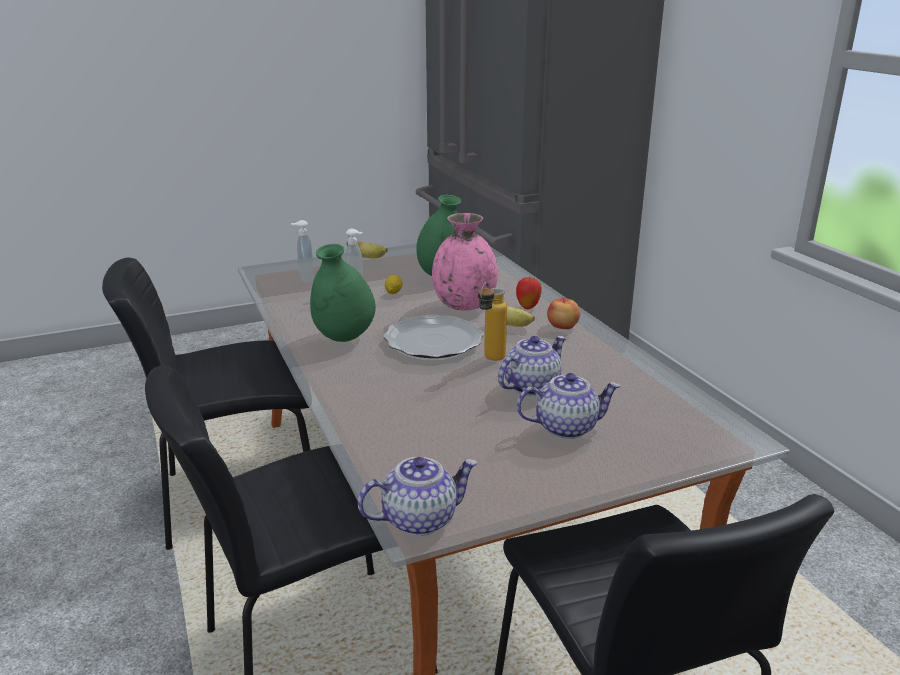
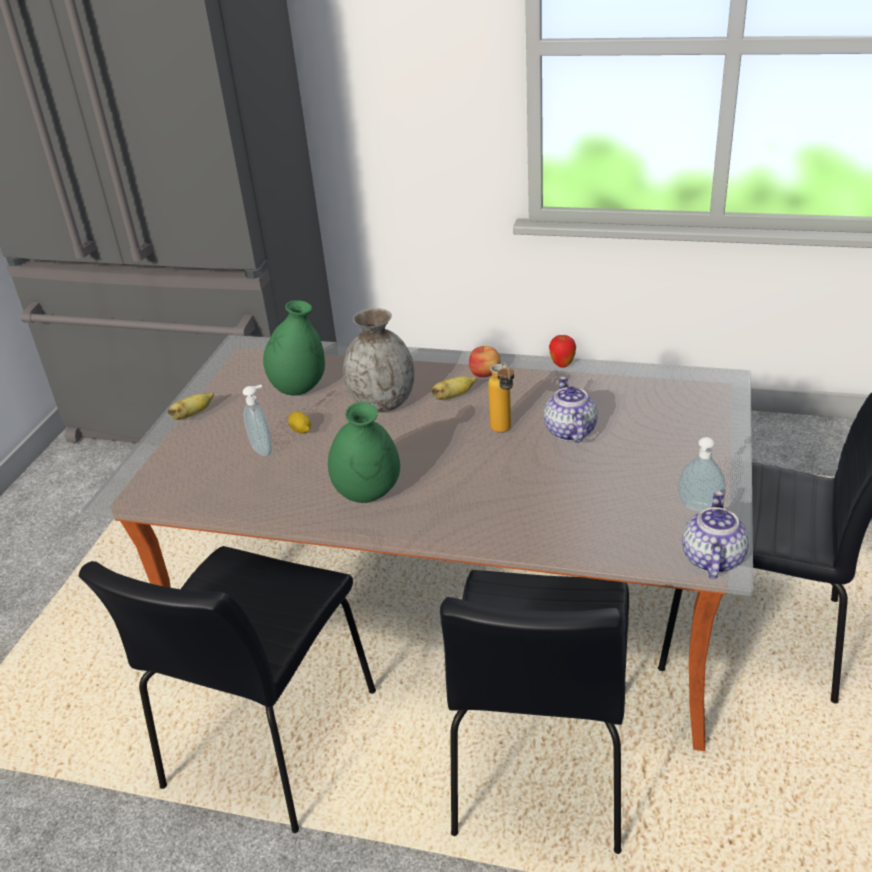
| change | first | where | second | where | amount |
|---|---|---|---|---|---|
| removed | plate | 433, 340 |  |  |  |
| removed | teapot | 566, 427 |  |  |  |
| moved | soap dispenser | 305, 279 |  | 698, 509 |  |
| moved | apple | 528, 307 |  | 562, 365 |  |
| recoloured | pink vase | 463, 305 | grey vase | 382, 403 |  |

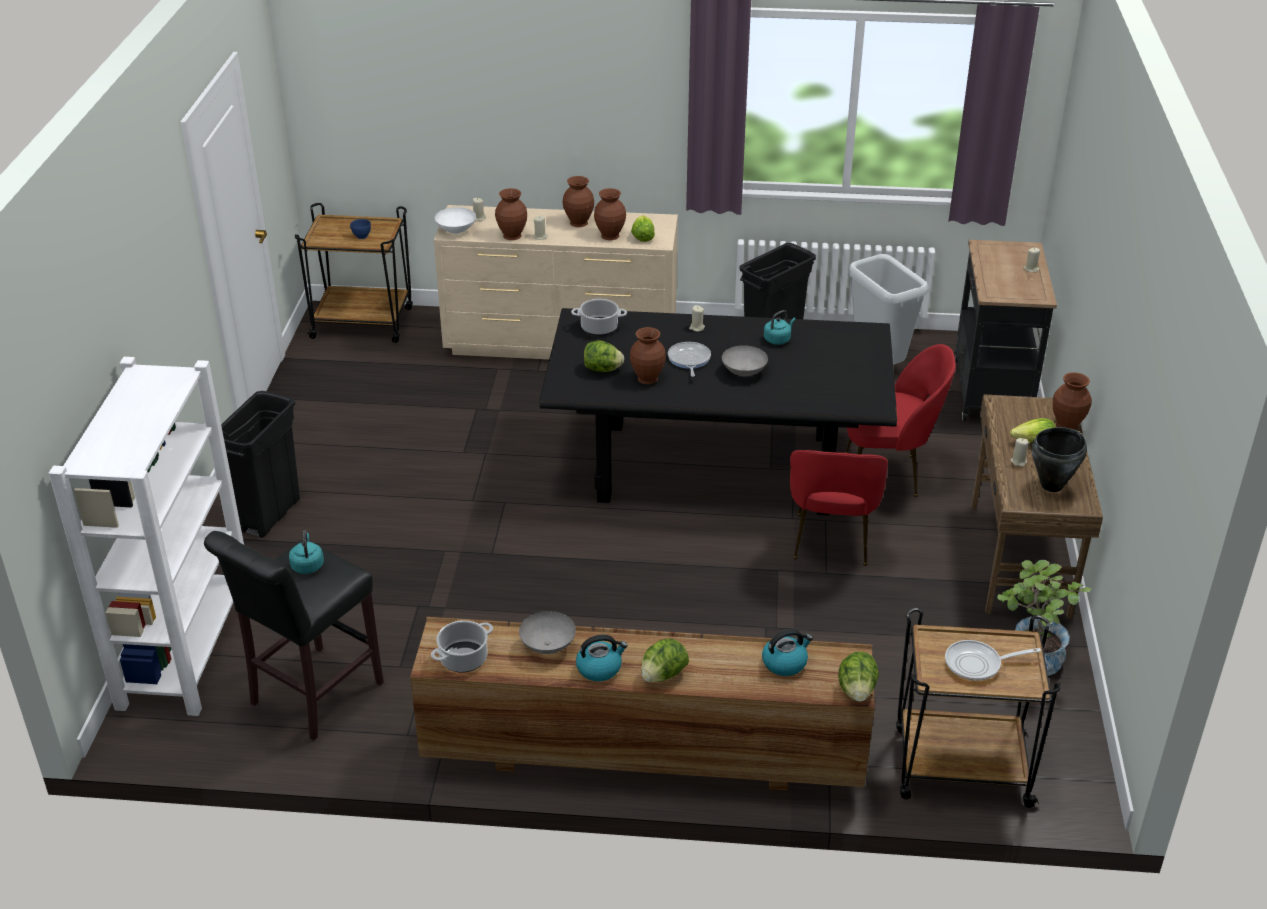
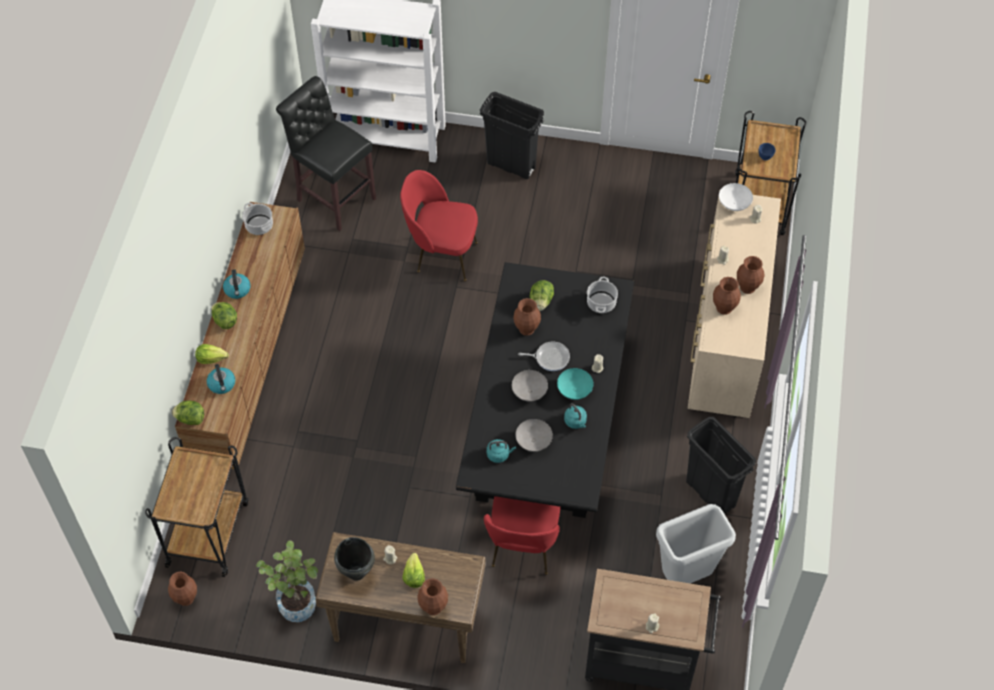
| change | first | where | second | where | amount |
|---|---|---|---|---|---|
| removed | frying pan | 977, 664 |  |  |  |
| added |  |  | turquoise bowl | 575, 391 |  |
| moved | turquoise kettle | 307, 565 |  | 499, 454 |  |
| moved | brown vase | 512, 235 |  | 186, 598 |  |
| moved | grey bowl | 548, 646 |  | 533, 442 |  |
| moved | lettuce | 642, 236 |  | 211, 358 |  |
| moved | red chair | 830, 545 |  | 441, 256 |  |

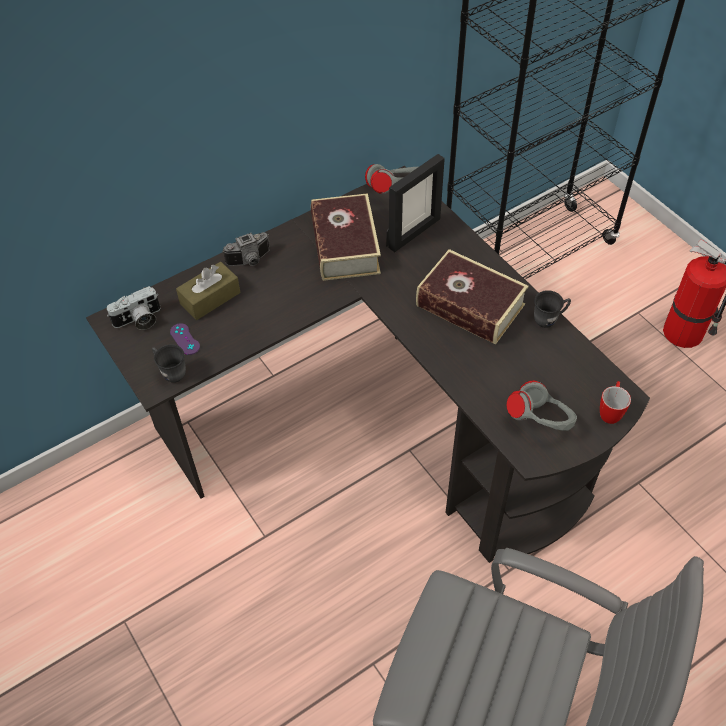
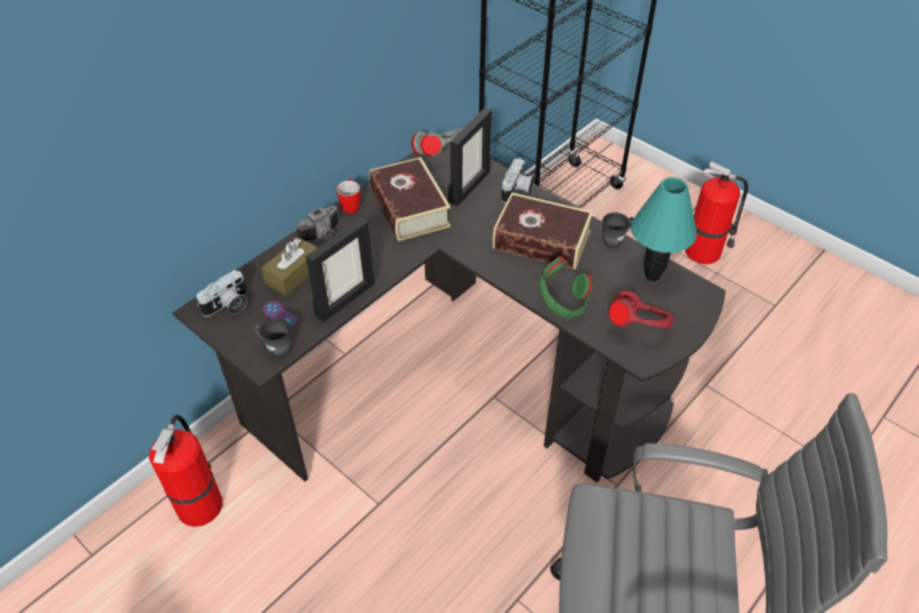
| change | first | where | second | where | amount |
|---|---|---|---|---|---|
| added |  |  | fire extinguisher | 200, 503 |  |
| added |  |  | picture frame | 345, 299 |  |
| added |  |  | photo camera | 517, 191 |  |
| added |  |  | green headphones | 562, 304 |  |
| added |  |  | turquoise table lamp | 653, 276 |  |
| moved | mug | 610, 411 |  | 351, 205 |  |
| recoloured | grey headphones | 540, 422 | red headphones | 638, 328 |  |

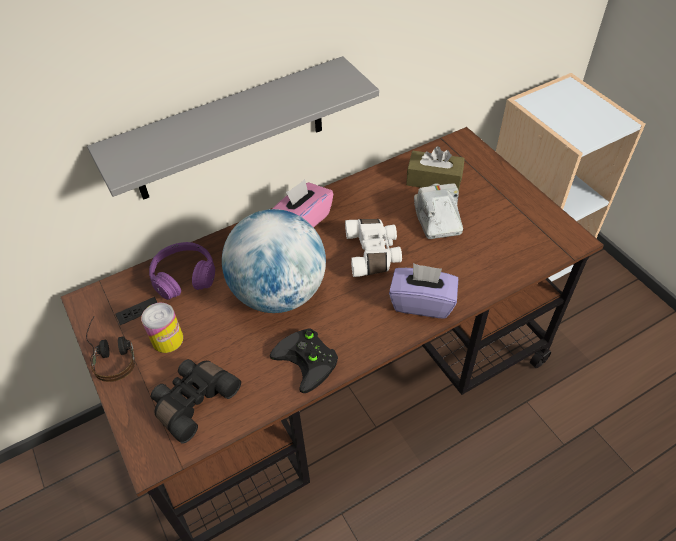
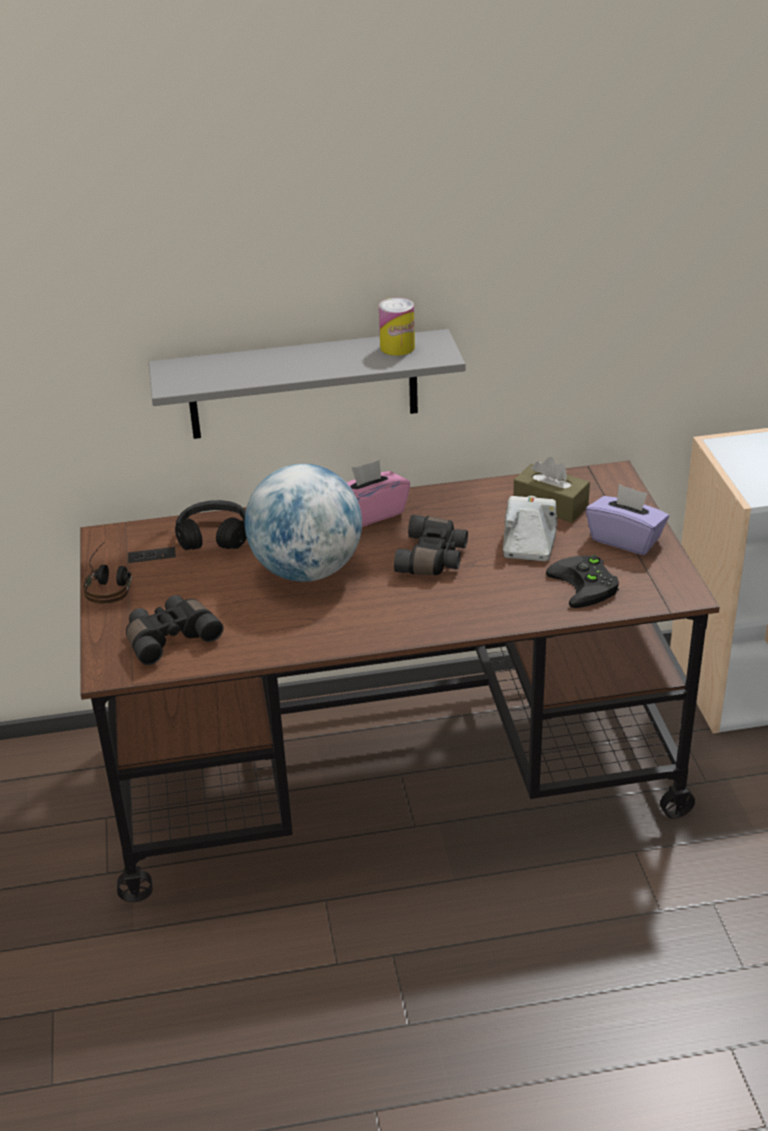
| change | first | where | second | where | amount |
|---|---|---|---|---|---|
| moved | can | 167, 339 |  | 397, 347 |  |
| moved | black game controller | 309, 361 |  | 587, 586 |  |
| moved | purple tissue box | 422, 302 |  | 625, 539 |  |
| recoloured | purple headphones | 184, 276 | black headphones | 214, 536 |  |
| recoloured | white binoculars | 374, 253 | black binoculars | 433, 558 |  |

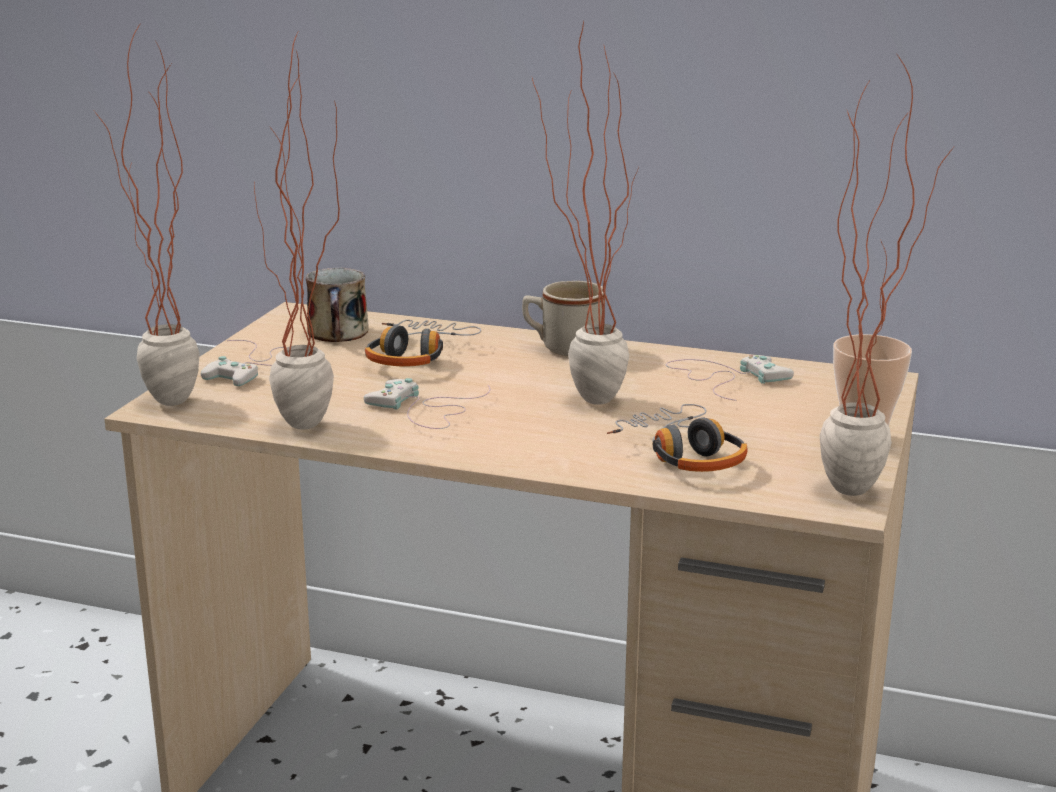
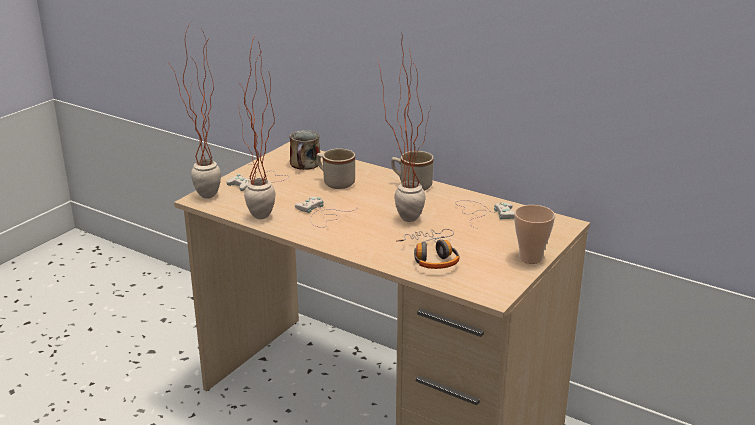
| change | first | where | second | where | amount |
|---|---|---|---|---|---|
| removed | potted plant | 865, 484 |  |  |  |
| replaced | headphones | 416, 356 | beige mug | 335, 182 |  |

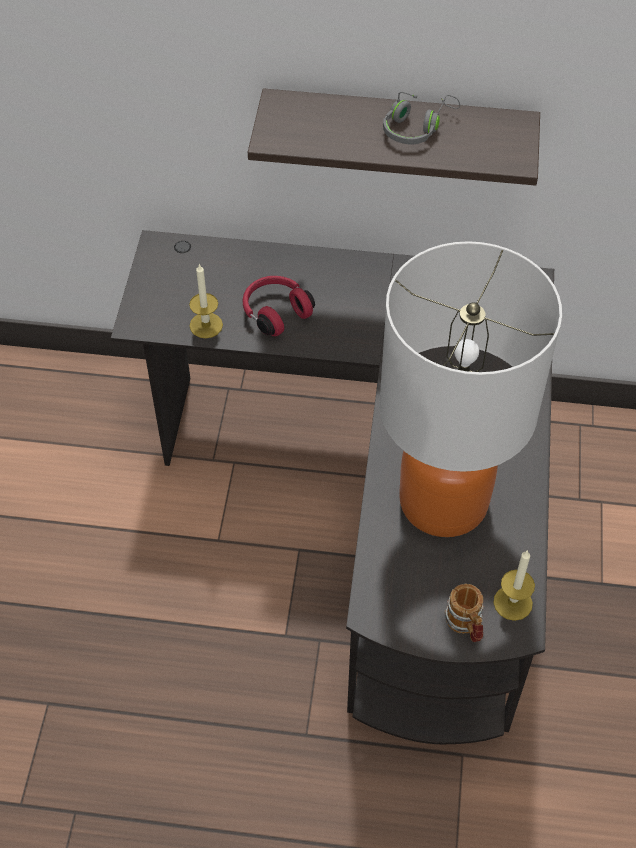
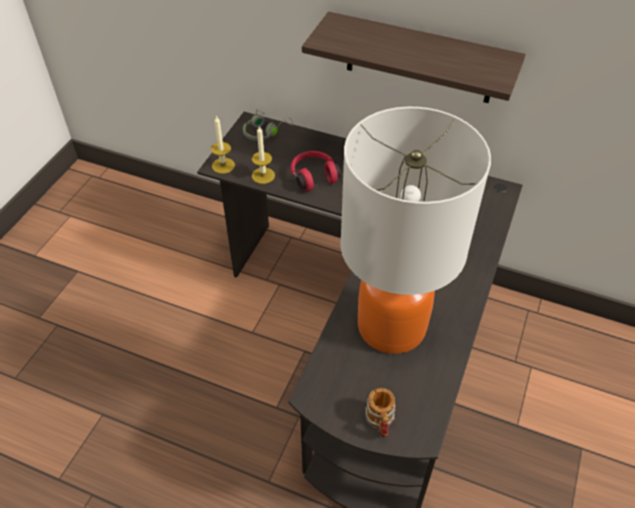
| change | first | where | second | where | amount |
|---|---|---|---|---|---|
| moved | grey headphones | 417, 127 |  | 265, 132 |  |
| moved | candle | 512, 603 |  | 223, 165 |  |

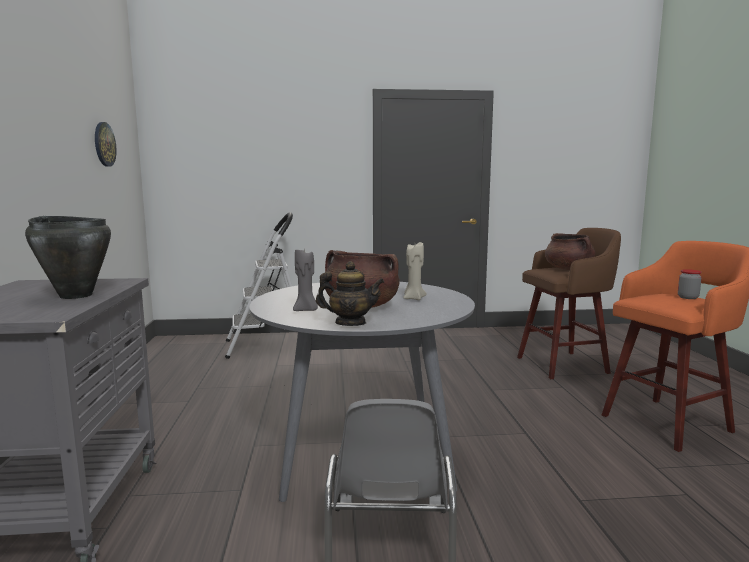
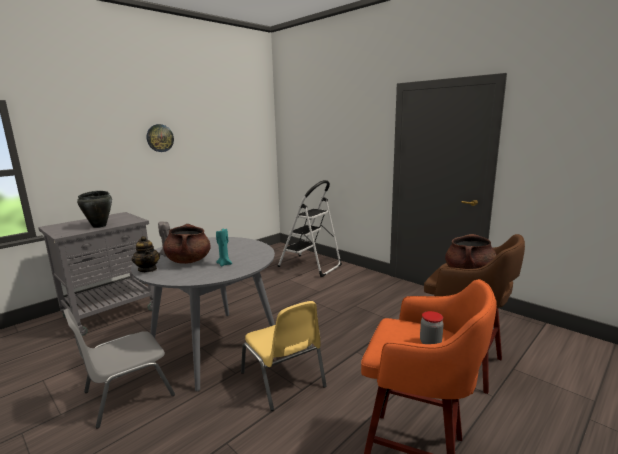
| change | first | where | second | where | amount |
|---|---|---|---|---|---|
| added |  |  | yellow chair | 283, 380 |  |
| moved | wall clock | 104, 144 |  | 160, 138 |  |
| recoloured | beige candle | 413, 298 | turquoise candle | 224, 264 |  |

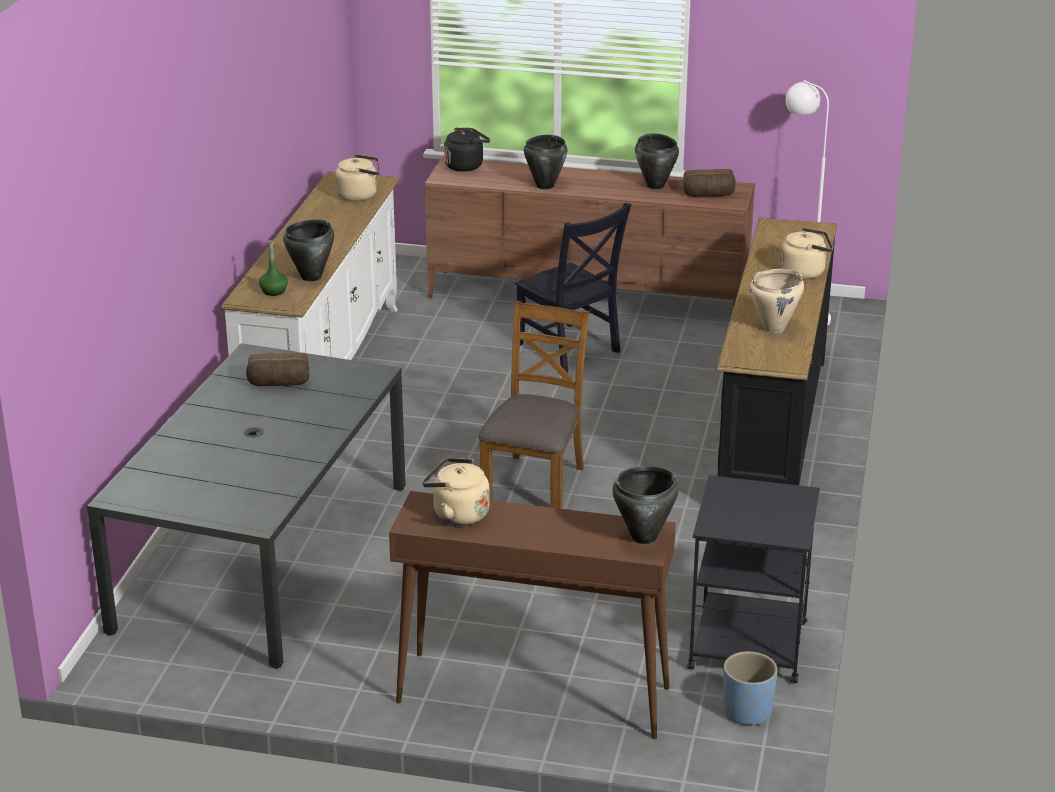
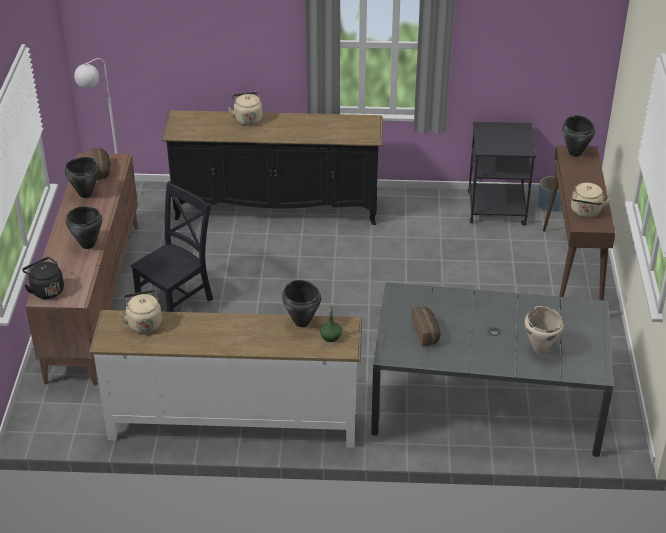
| change | first | where | second | where | amount |
|---|---|---|---|---|---|
| removed | brown chair | 535, 484 |  |  |  |
| moved | beige cooking pot | 774, 328 |  | 540, 348 |  |

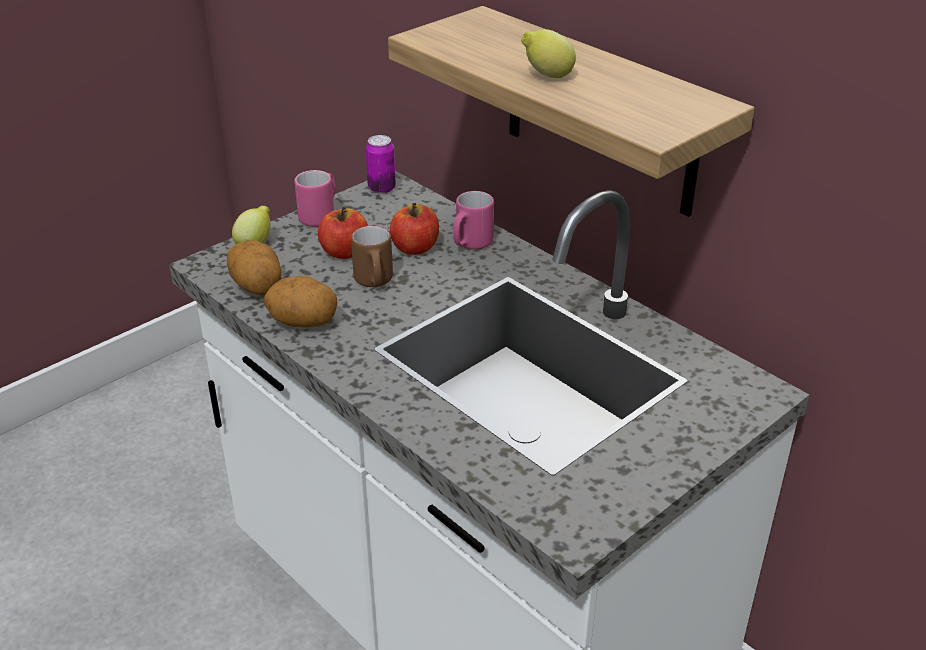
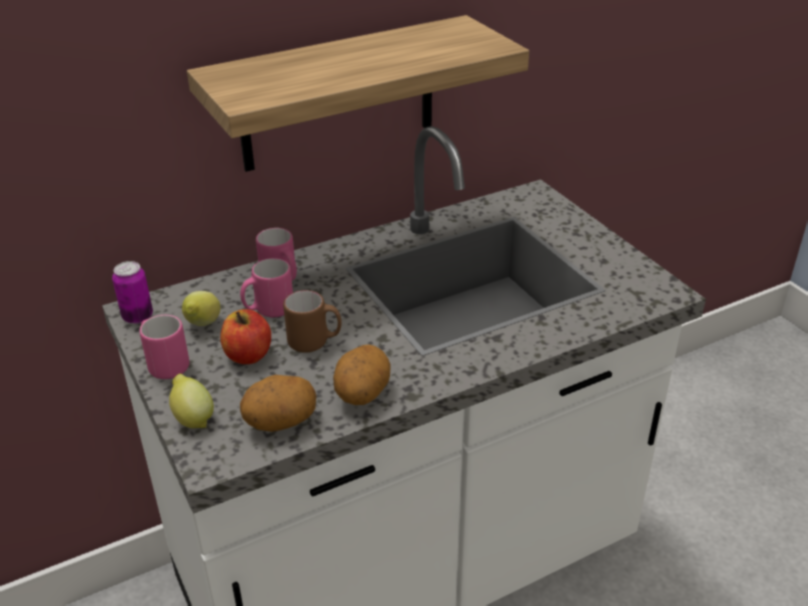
| change | first | where | second | where | amount |
|---|---|---|---|---|---|
| moved | lemon | 547, 76 |  | 203, 325 |  |
| replaced | apple | 415, 248 | pink mug | 268, 310 |  |

